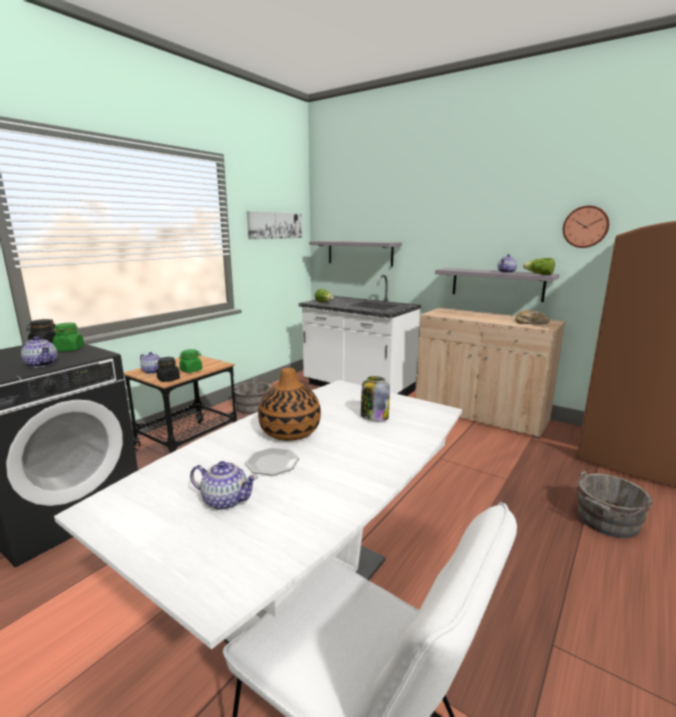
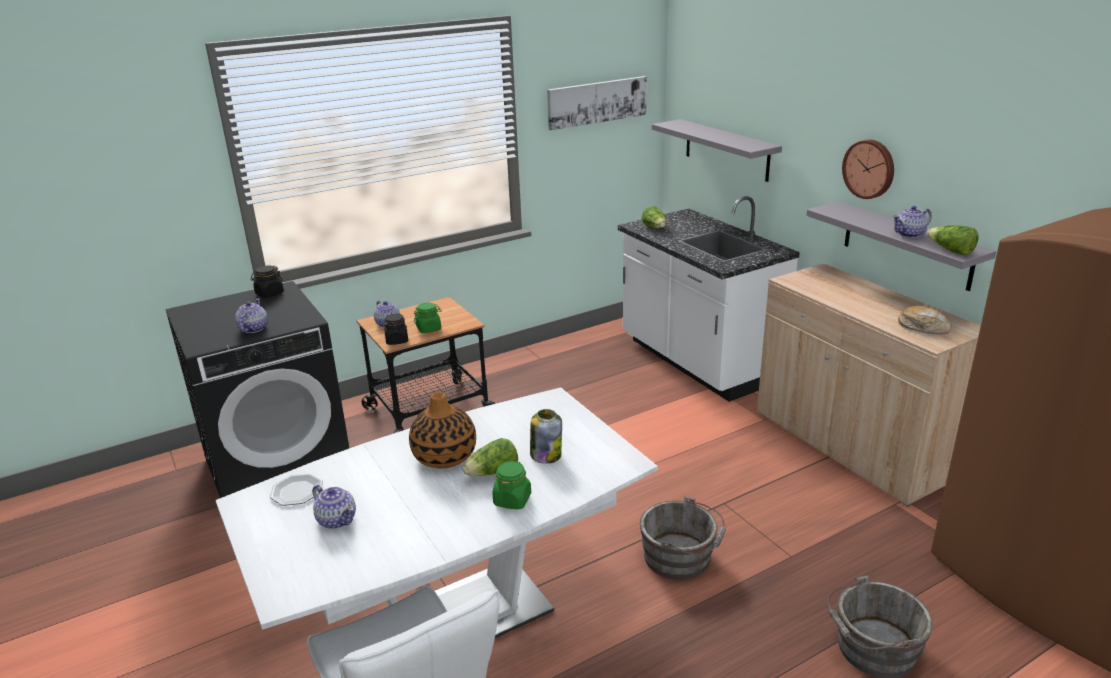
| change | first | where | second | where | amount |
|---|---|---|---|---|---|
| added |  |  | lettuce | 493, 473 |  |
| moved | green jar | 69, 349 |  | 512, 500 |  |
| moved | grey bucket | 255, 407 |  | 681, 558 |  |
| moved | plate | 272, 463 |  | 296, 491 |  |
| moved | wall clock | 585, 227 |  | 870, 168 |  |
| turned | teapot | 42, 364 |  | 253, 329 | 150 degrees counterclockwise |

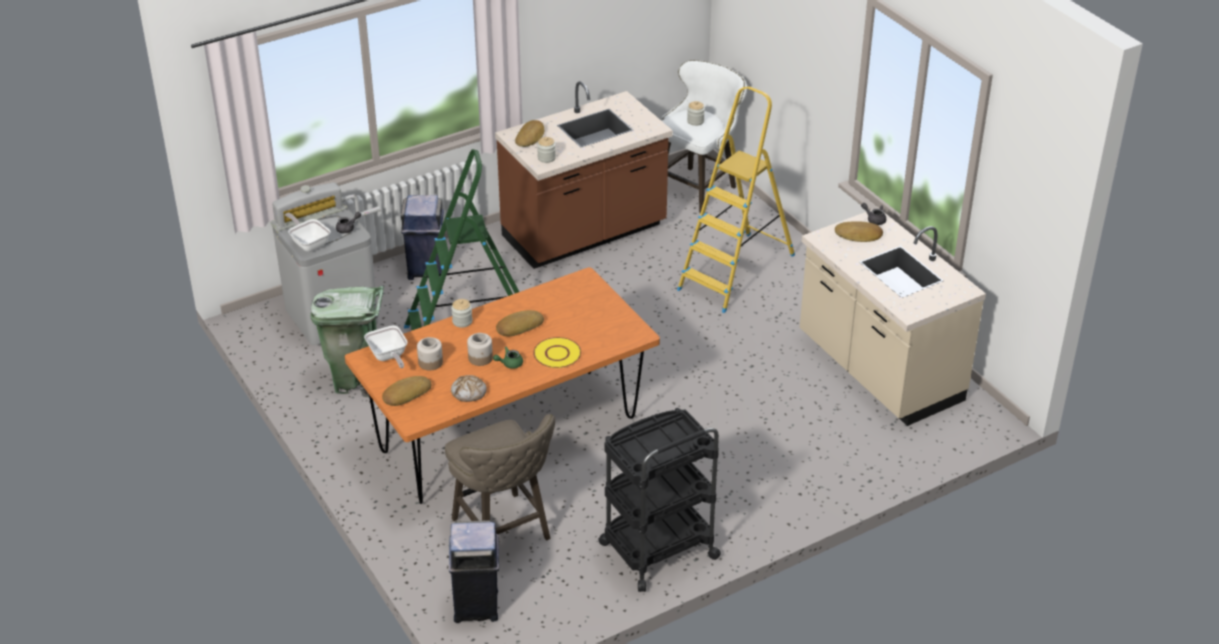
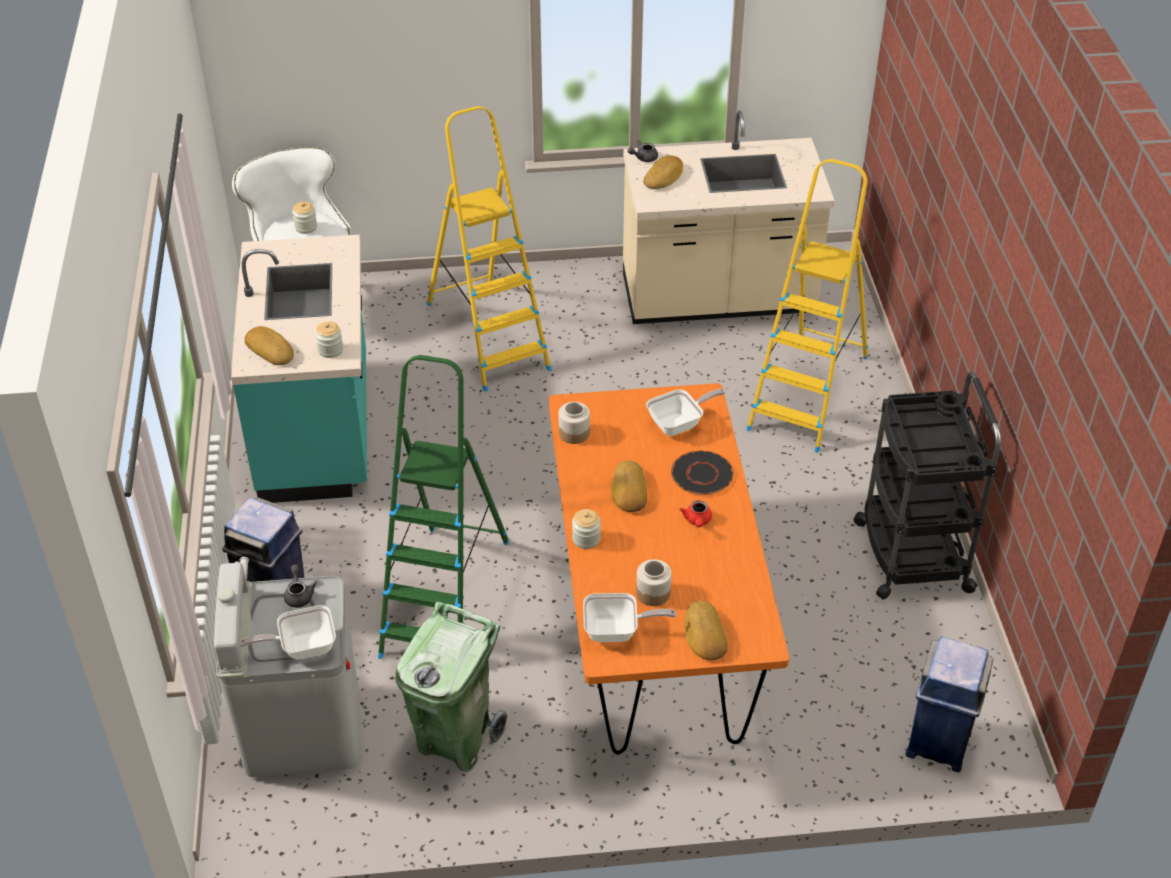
| change | first | where | second | where | amount |
|---|---|---|---|---|---|
| removed | beige stool | 503, 532 |  |  |  |
| removed | bread | 469, 392 |  |  |  |
| added |  |  | frying pan | 679, 424 |  |
| added |  |  | yellow step ladder | 808, 393 |  |
| moved | jar | 480, 358 |  | 574, 433 |  |
| recoloured | green teapot | 509, 363 | red teapot | 697, 521 |  |
| recoloured | brown counter | 585, 233 | turquoise counter | 318, 429 |  |
| recoloured | yellow plate | 557, 354 | black plate | 702, 474 |  |

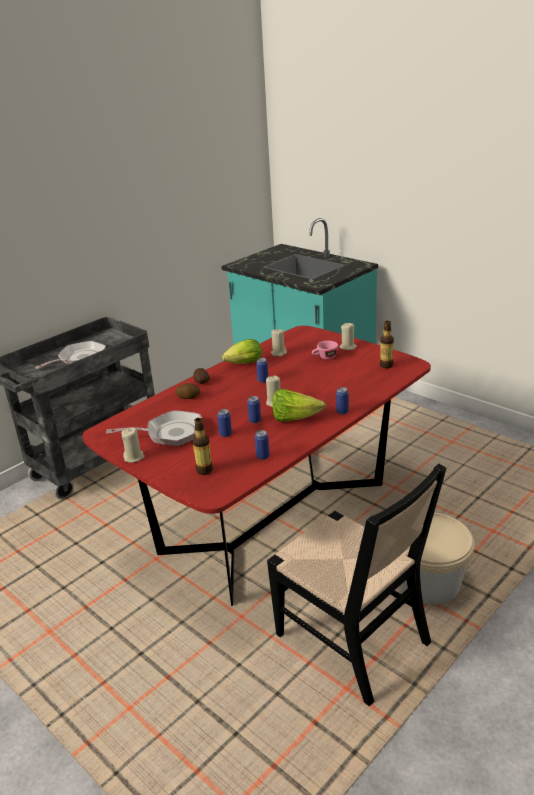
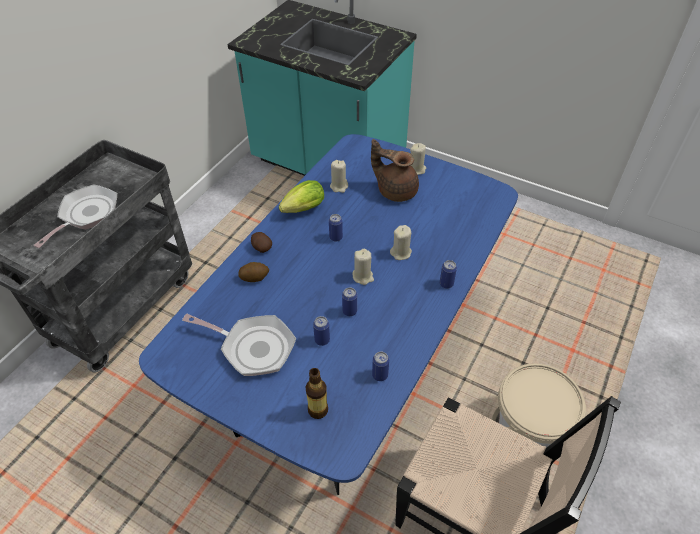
| change | first | where | second | where | amount |
|---|---|---|---|---|---|
| removed | lettuce | 294, 418 |  |  |  |
| removed | bottle | 386, 365 |  |  |  |
| moved | beige candle | 134, 457 |  | 401, 253 |  |
| replaced | pink cup | 325, 358 | brown teapot | 395, 190 |  |
| recoloured | red dining table | 275, 518 | blue dining table | 350, 365 |  |
| turned | frying pan | 170, 433 |  | 253, 347 | 45 degrees clockwise |

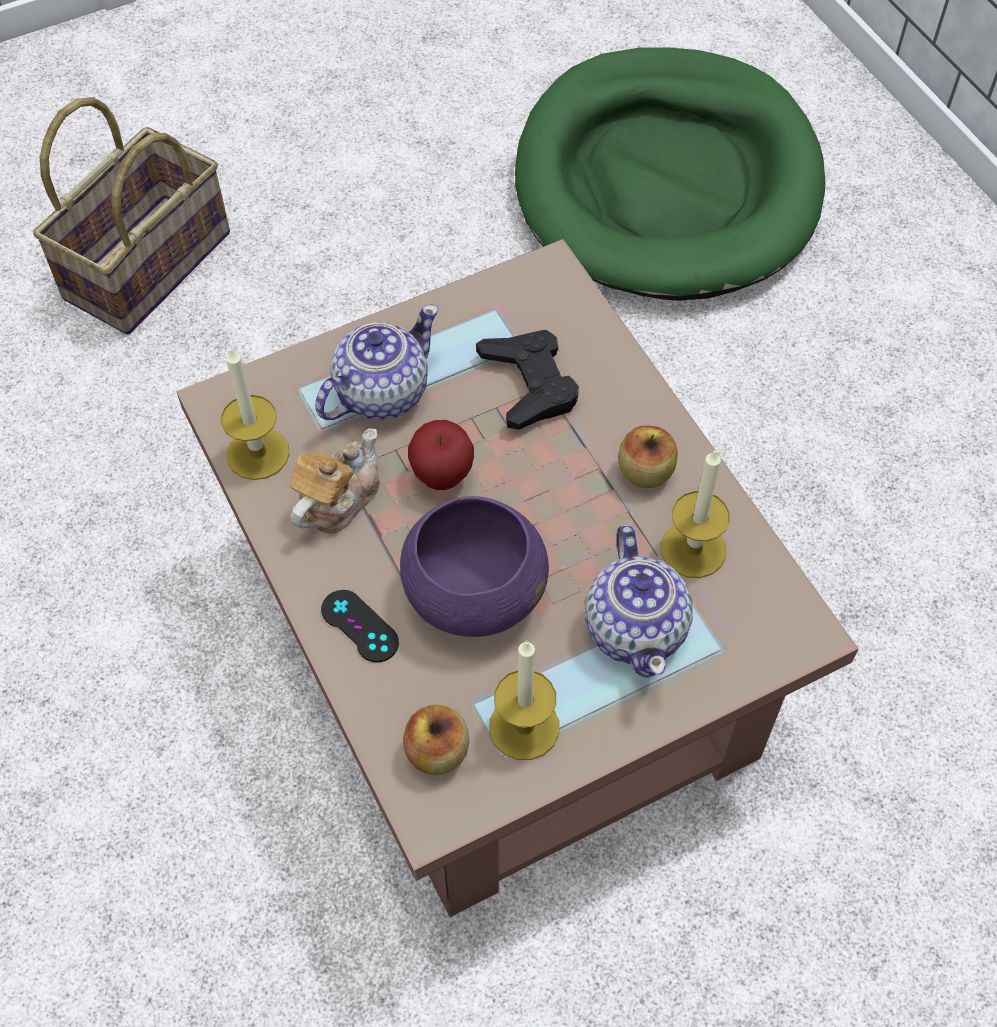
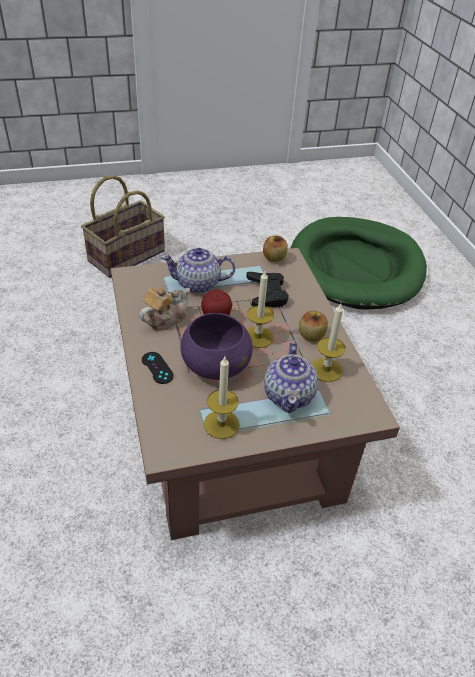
| change | first | where | second | where | amount |
|---|---|---|---|---|---|
| moved | candle | 258, 453 |  | 258, 337 |  |
| moved | apple | 437, 752 |  | 274, 258 |  |
| turned | teapot | 380, 393 |  | 198, 284 | 150 degrees counterclockwise |

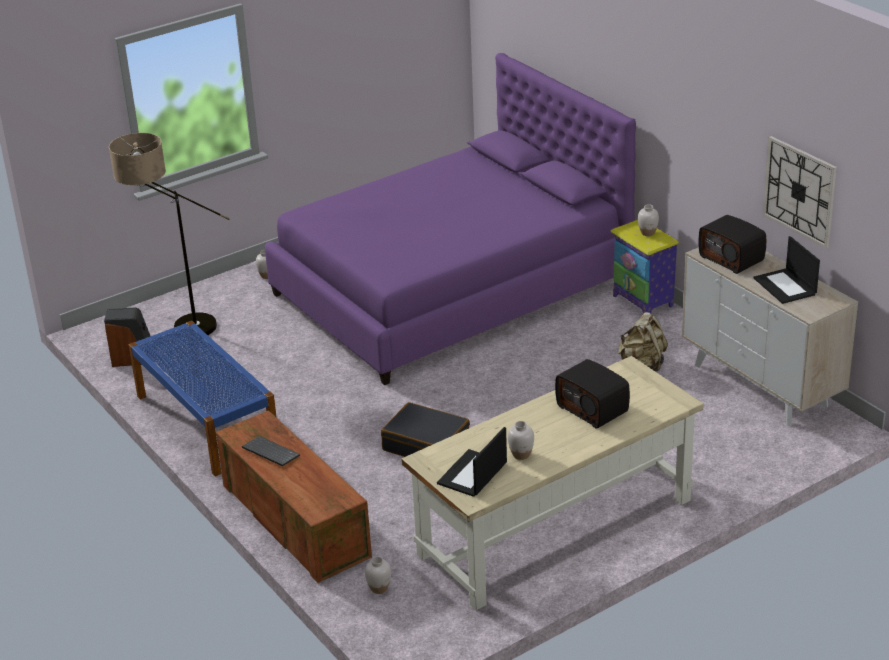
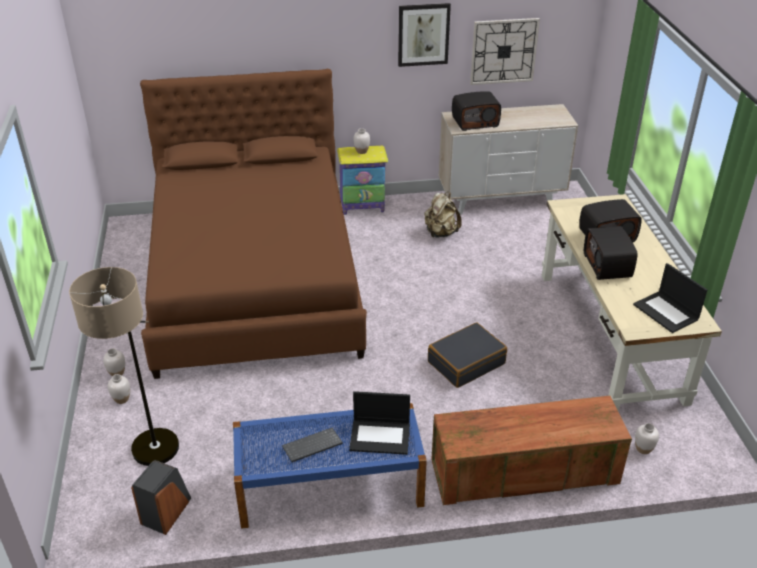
| change | first | where | second | where | amount |
|---|---|---|---|---|---|
| added |  |  | picture | 423, 34 |  |
| added |  |  | radio | 608, 265 |  |
| moved | keyboard | 269, 453 |  | 312, 447 |  |
| moved | white vase | 521, 454 |  | 121, 399 |  |
| moved | laptop | 786, 286 |  | 380, 436 |  |
| recoloured | purple bed | 452, 288 | brown bed | 255, 278 |  |

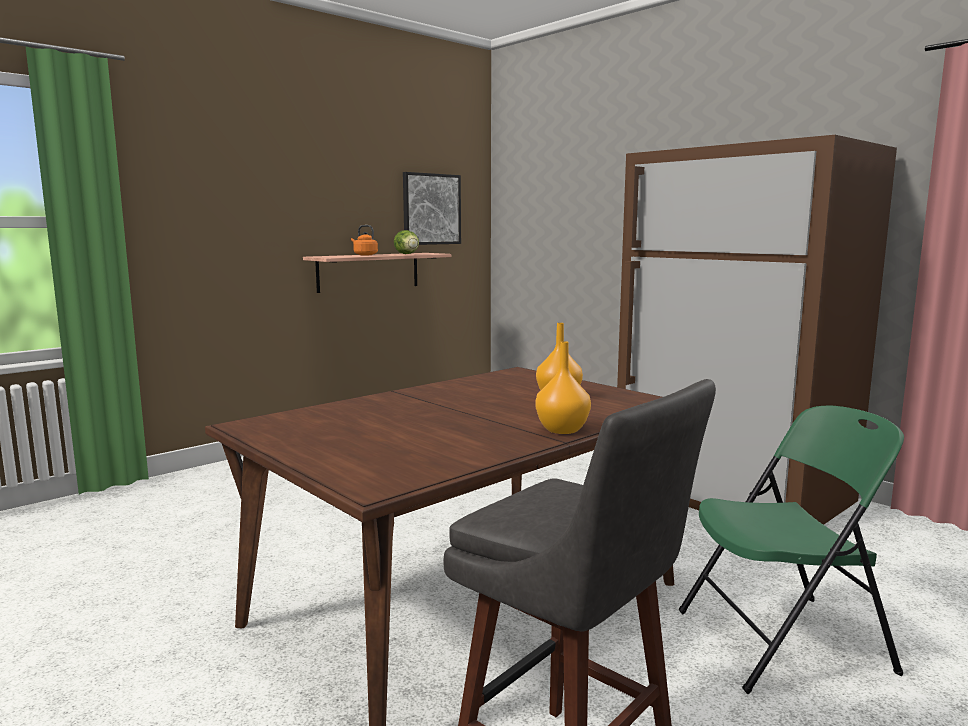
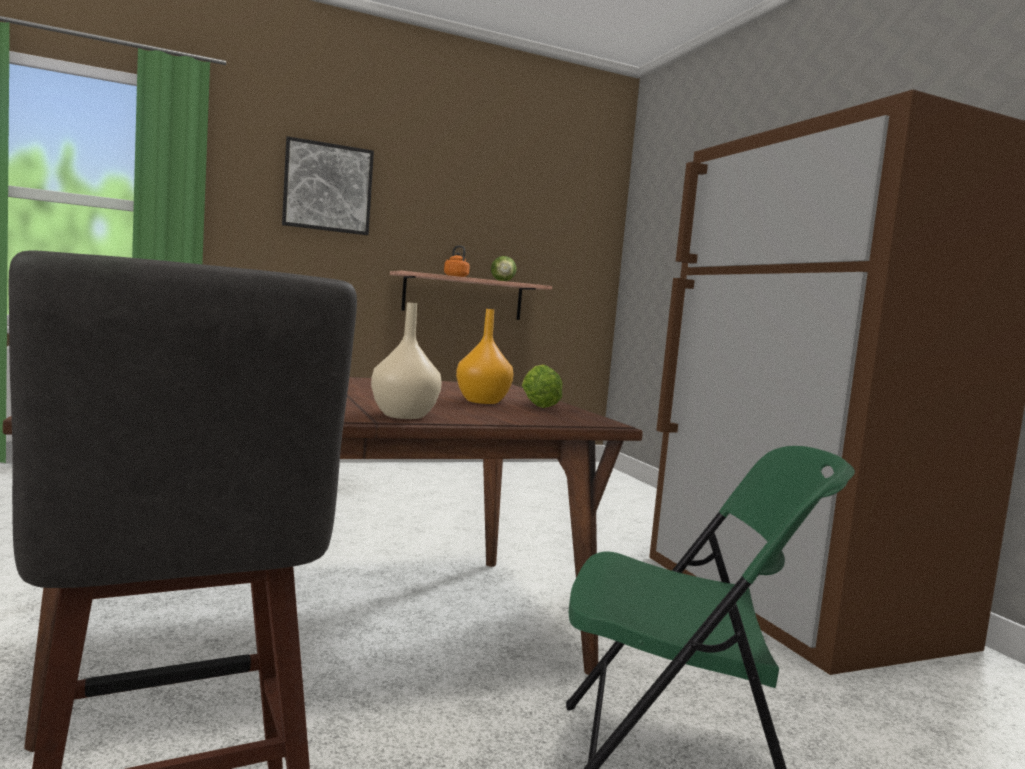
| change | first | where | second | where | amount |
|---|---|---|---|---|---|
| added |  |  | lettuce | 537, 405 |  |
| moved | picture | 431, 209 |  | 328, 187 |  |
| recoloured | orange vase | 562, 430 | beige vase | 402, 416 |  |

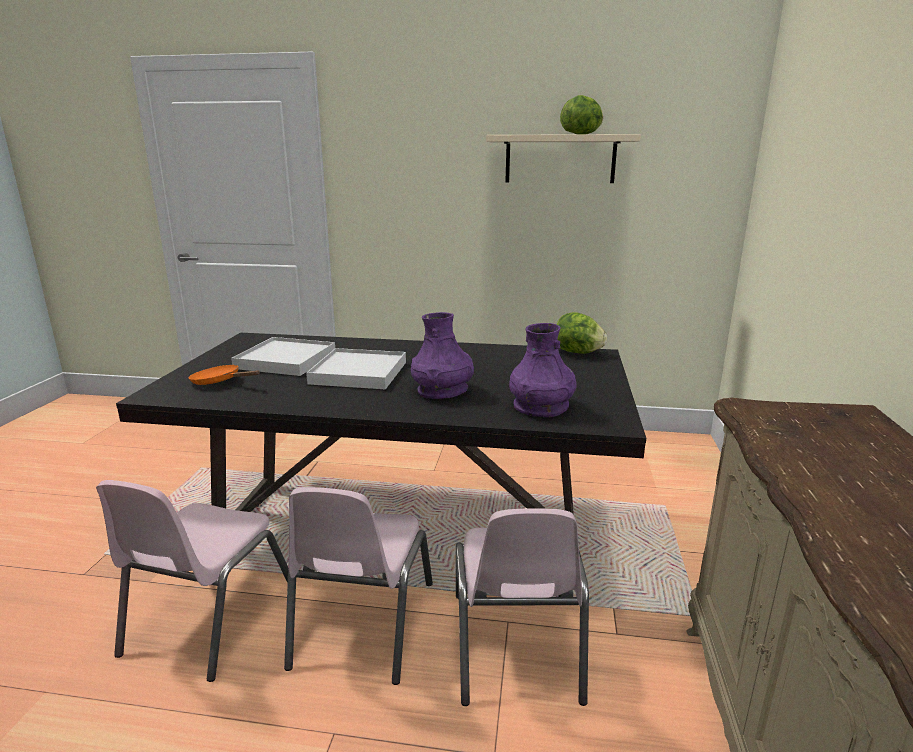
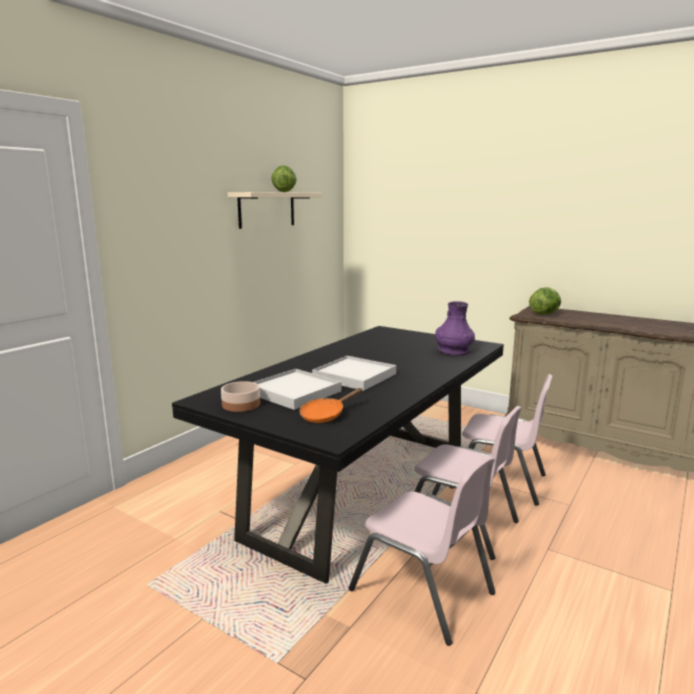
| change | first | where | second | where | amount |
|---|---|---|---|---|---|
| removed | purple vase | 442, 391 |  |  |  |
| added |  |  | bowl | 242, 404 |  |
| moved | lettuce | 577, 352 |  | 544, 314 |  |

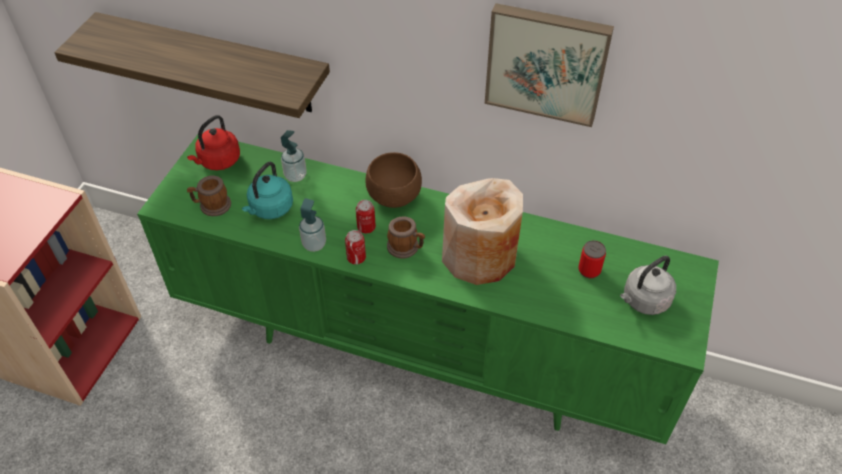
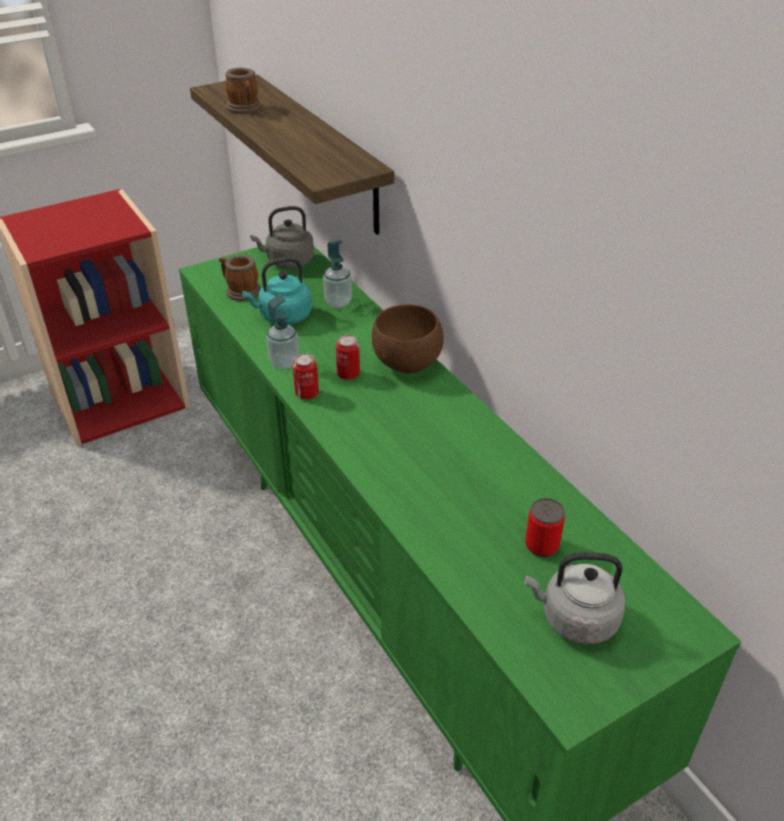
| change | first | where | second | where | amount |
|---|---|---|---|---|---|
| removed | beige vase | 479, 256 |  |  |  |
| removed | picture | 546, 63 |  |  |  |
| moved | mug | 406, 247 |  | 245, 109 |  |
| recoloured | red kettle | 218, 161 | grey kettle | 287, 262 |  |

